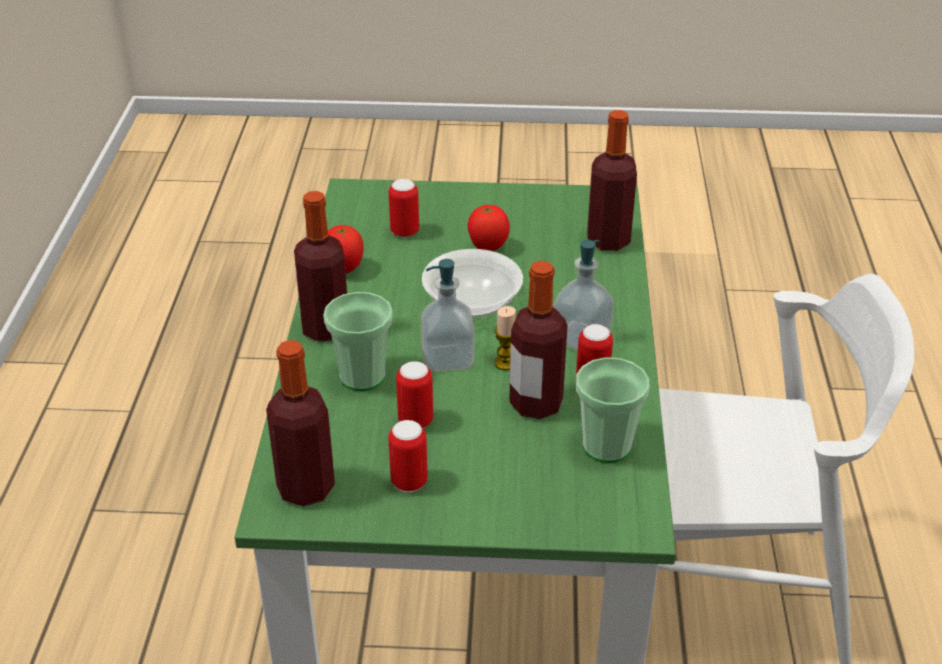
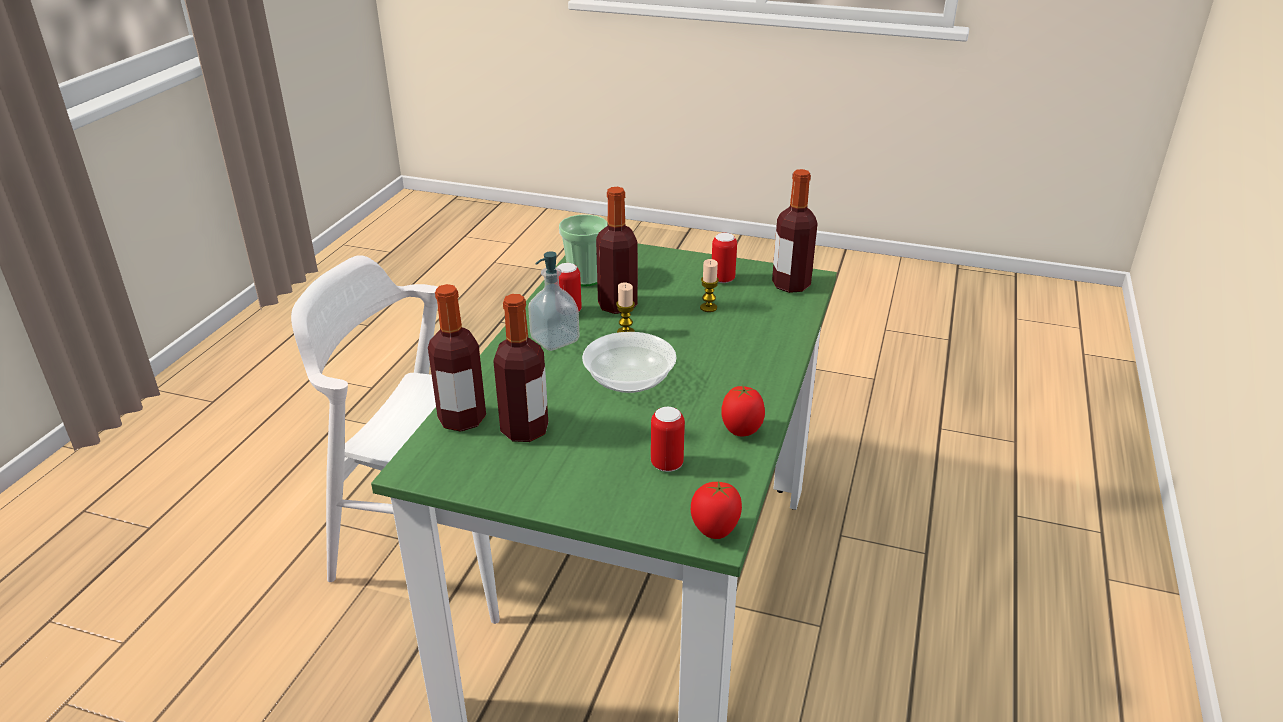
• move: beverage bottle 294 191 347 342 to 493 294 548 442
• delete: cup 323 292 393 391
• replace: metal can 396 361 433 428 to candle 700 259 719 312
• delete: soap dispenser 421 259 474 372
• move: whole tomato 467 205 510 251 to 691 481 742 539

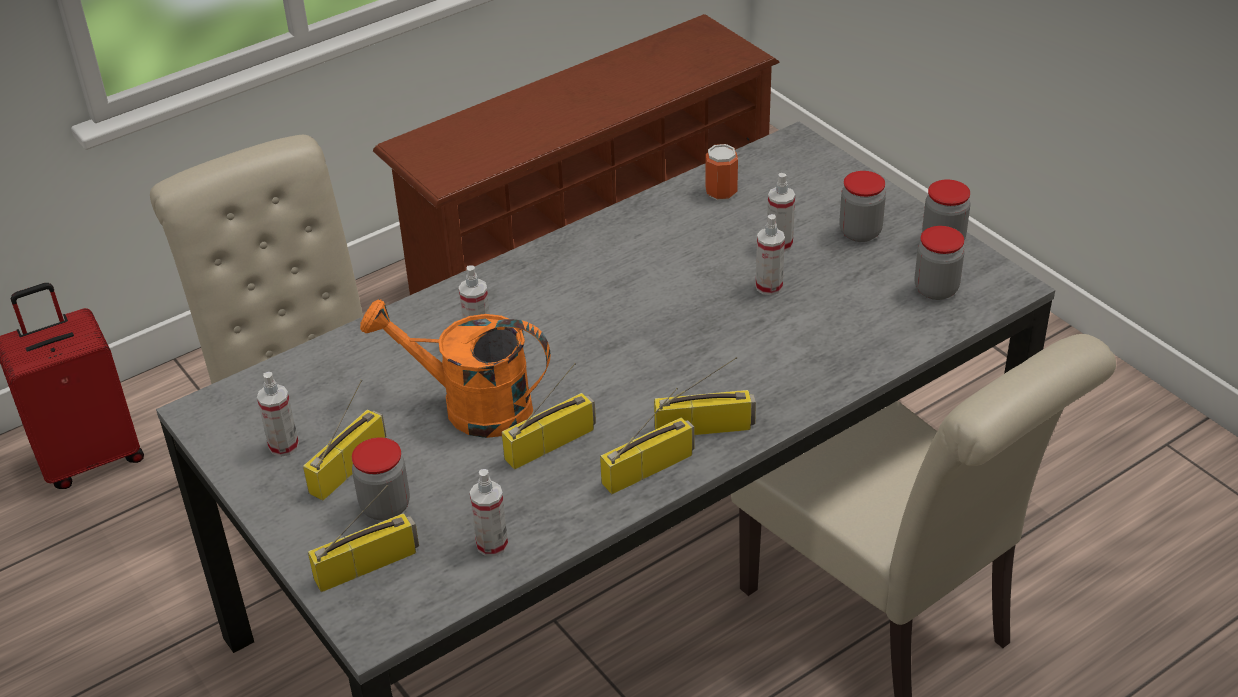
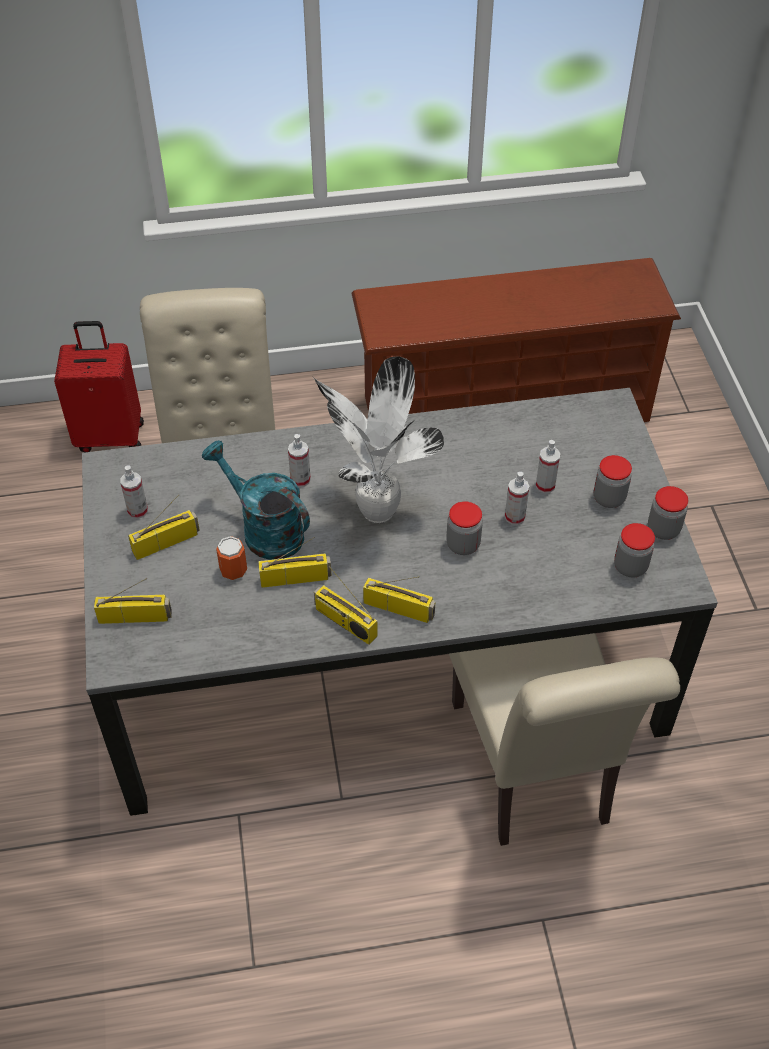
• move: storage jar 352 437 410 520 to 446 501 483 555
• recolor: sprinkling can (orange) 360 299 551 438 to sprinkling can (turquoise) 202 440 310 560
• delete: hand sprayer 470 469 508 556
• rotate: radio receiver 600 388 695 494 = 314 566 377 645 135 degrees counterclockwise
• move: metal can 705 144 738 200 to 216 536 247 580
• insert: potted plant 312 356 444 523

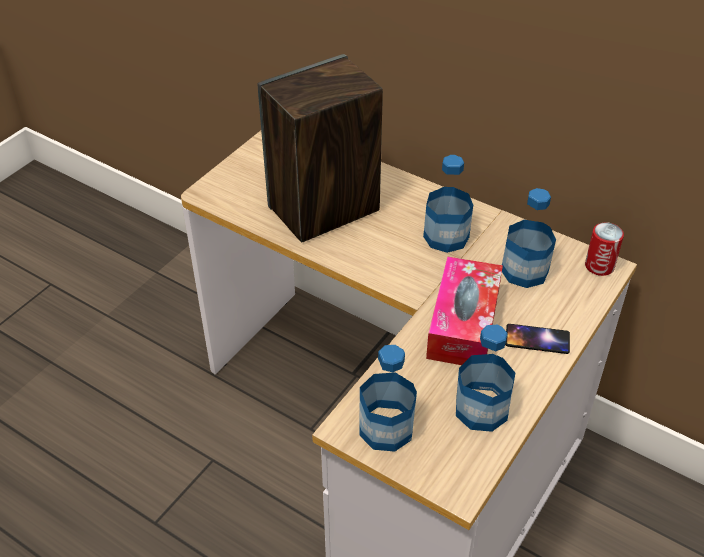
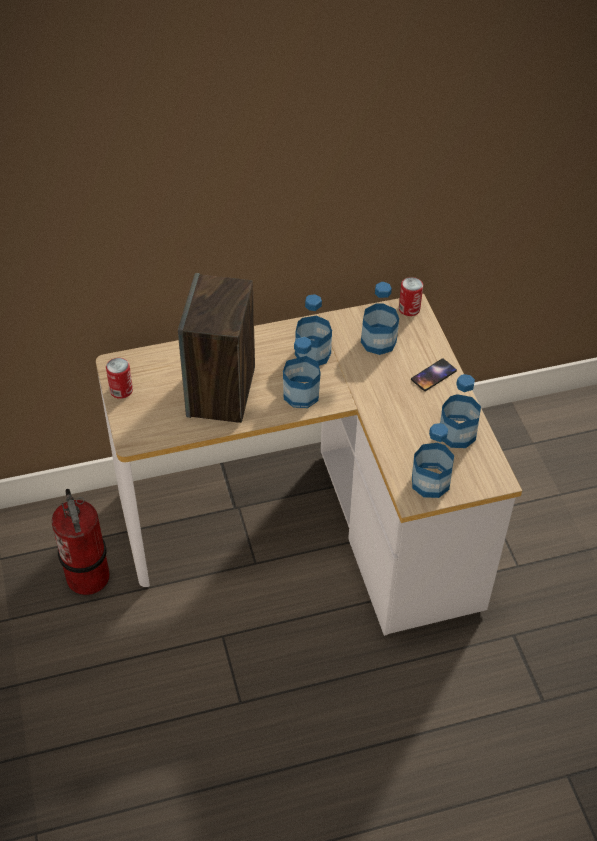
• delete: tissue box 426 256 503 365
• insert: fire-fighting cylinder 52 489 110 595
• insert: metal can 106 358 133 399
• insert: beverage bottle 283 337 321 408

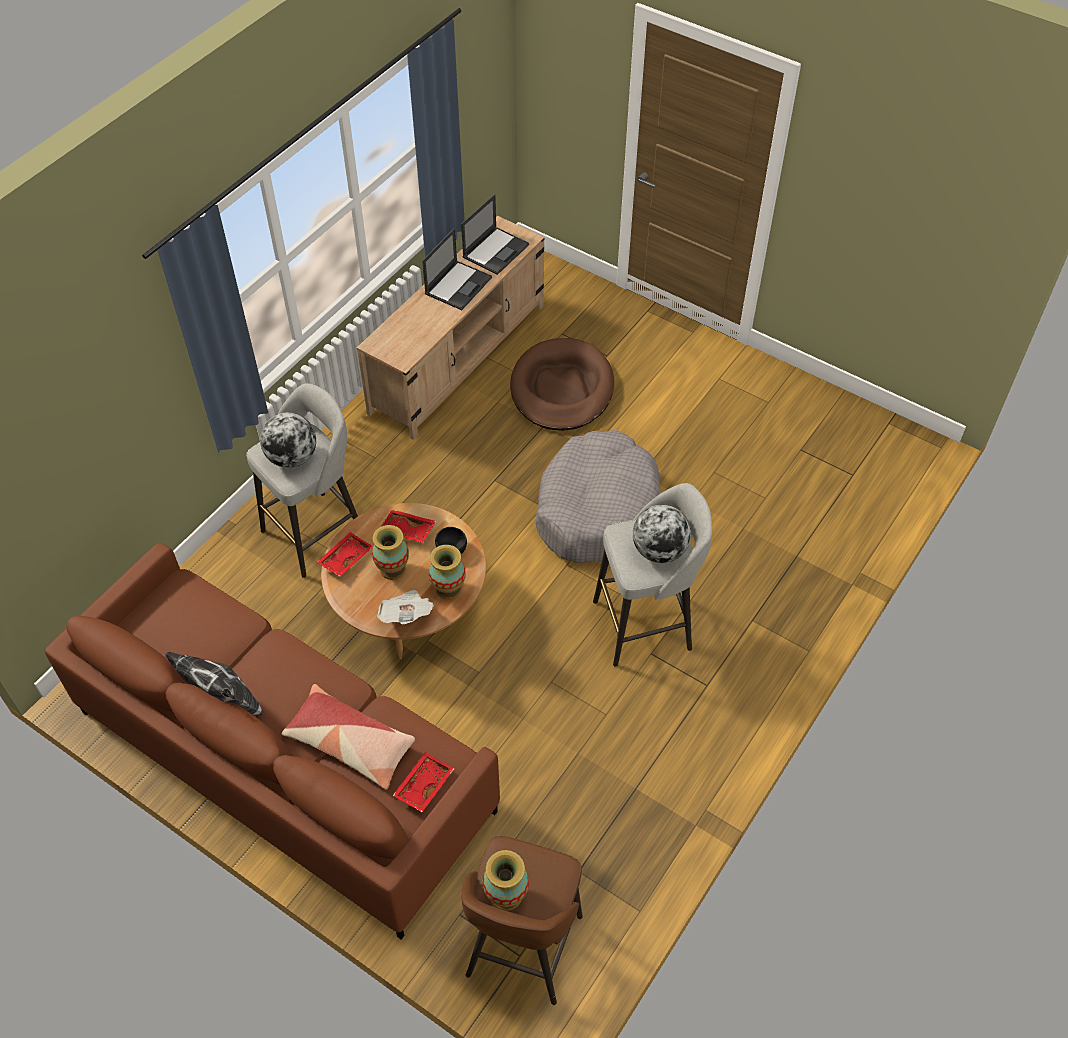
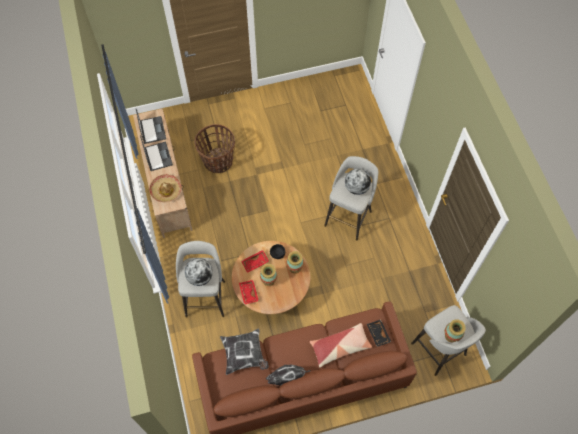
• delete: printed paper 377 590 434 625
• recolor: tray (red-coloured) 392 752 454 812 to tray (black-coloured) 367 319 391 347
• recolor: sitting stool (brown) 461 836 583 1005 to sitting stool (grey) 411 305 486 376
• replace: dog cushion (brown) 510 338 614 431 to basket 195 124 235 173
• delete: dog cushion (grey) 535 430 661 563
• insert: wearable hat 149 174 182 202
• insert: cushion 220 329 269 375

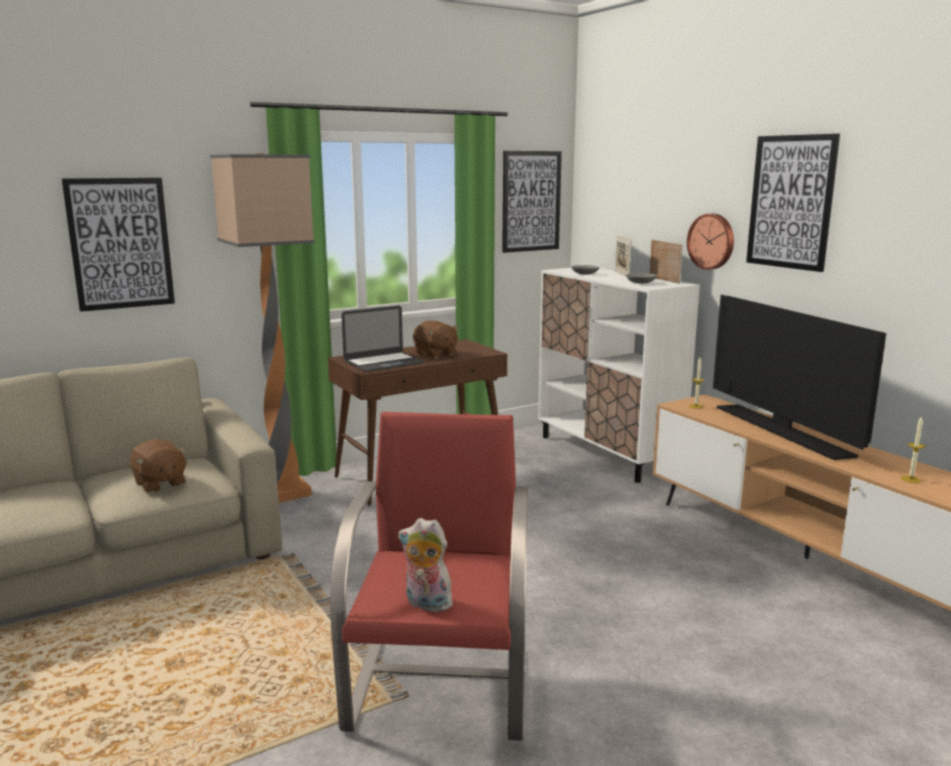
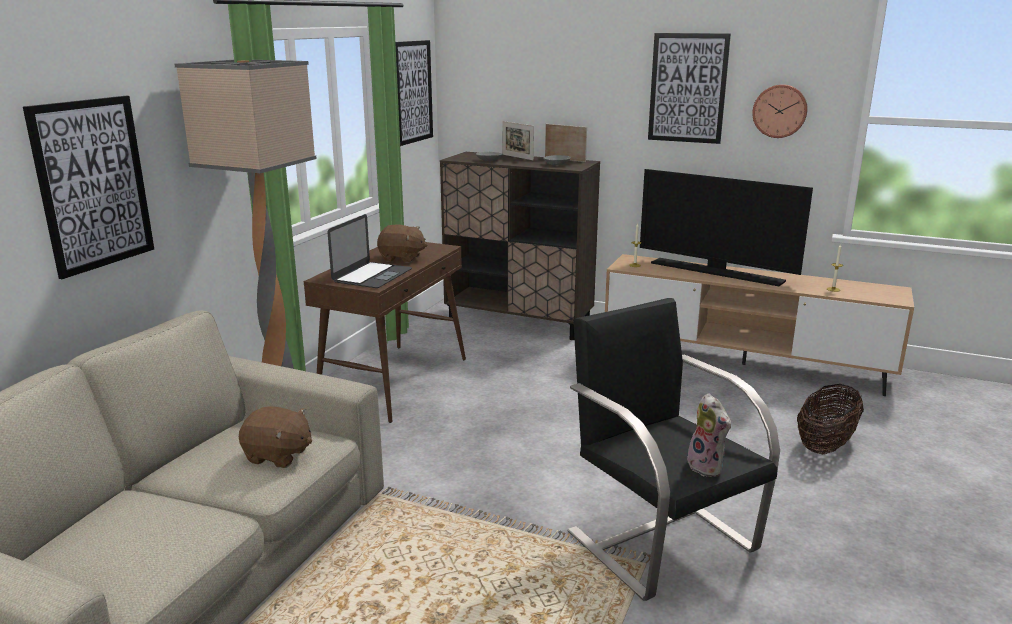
• recolor: lounge chair (red-coloured) 330 412 528 741 to lounge chair (black-coloured) 568 298 780 601
• rotate: plush toy 398 518 453 612 = 687 393 731 477 105 degrees counterclockwise
• recolor: cabinet (whitish) 538 268 700 483 to cabinet (brown) 440 152 600 340
• move: clock on the wall 687 214 734 270 to 752 84 808 138
• insert: basket 797 384 864 454

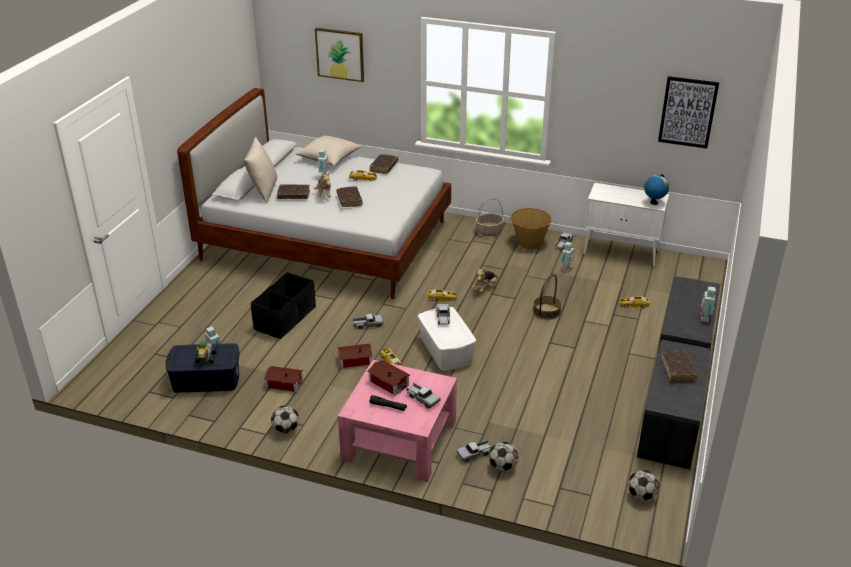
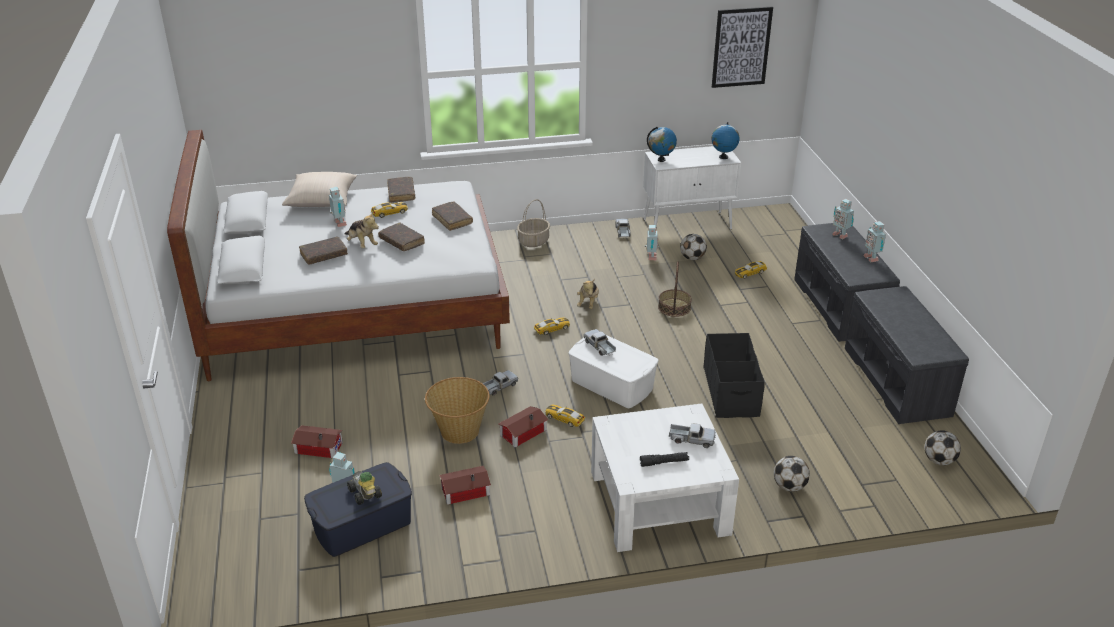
• delete: cushion (sand-coloured) 244 137 277 204
• move: storage bin (black-coloured) 251 272 316 339 to 703 333 765 418
• move: ball for football 271 406 299 434 to 680 234 707 260
• delete: wall art 315 28 364 82
• recolor: coffee table (pink-coloured) 338 360 457 482 to coffee table (whitish) 591 404 739 552
• move: toy house 367 360 410 396 to 291 425 343 458
• delete: model truck 456 440 493 463
• move: basket 510 208 552 249 to 425 377 490 444
• move: bound book (brown) 661 350 697 382 to 432 201 473 231
• insert: desk globe 647 127 677 162
• insert: model robot 832 199 854 239

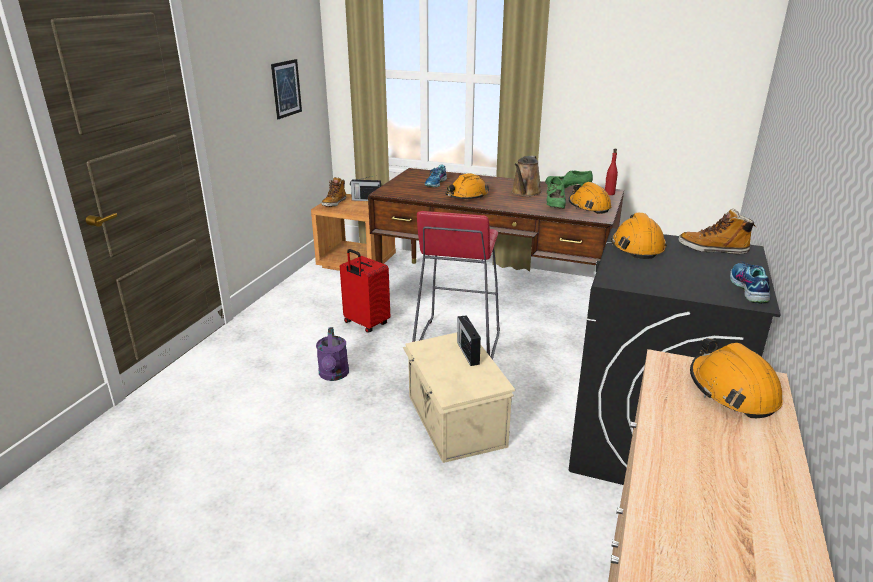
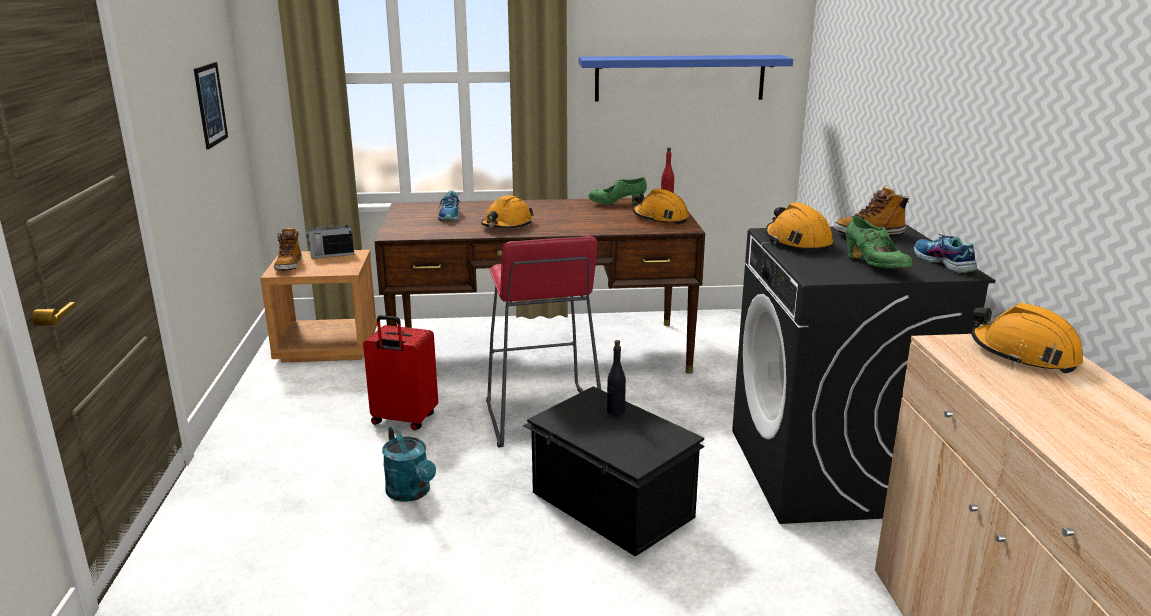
• recolor: sprinkling can (purplish) 316 327 349 381 to sprinkling can (turquoise) 382 426 436 502
• recolor: storage bin (sand-coloured) 403 332 515 463 to storage bin (black-coloured) 523 386 705 557
• replace: radio receiver 457 315 481 366 to beverage bottle (black-coloured) 607 340 626 415
• delete: sprinkling can (brown) 511 156 542 197
• move: shoe (greenish) 546 177 566 209 to 846 216 912 269
• insert: bracket shelf (blue-coloured) 579 55 793 102

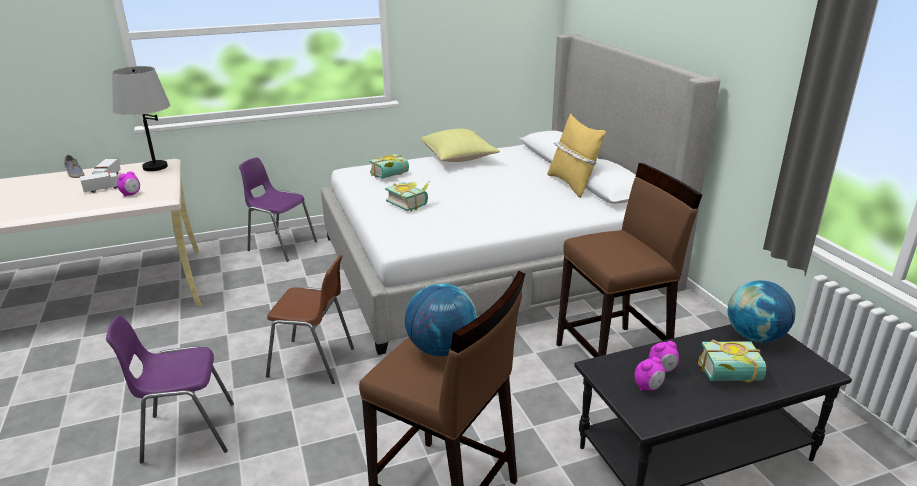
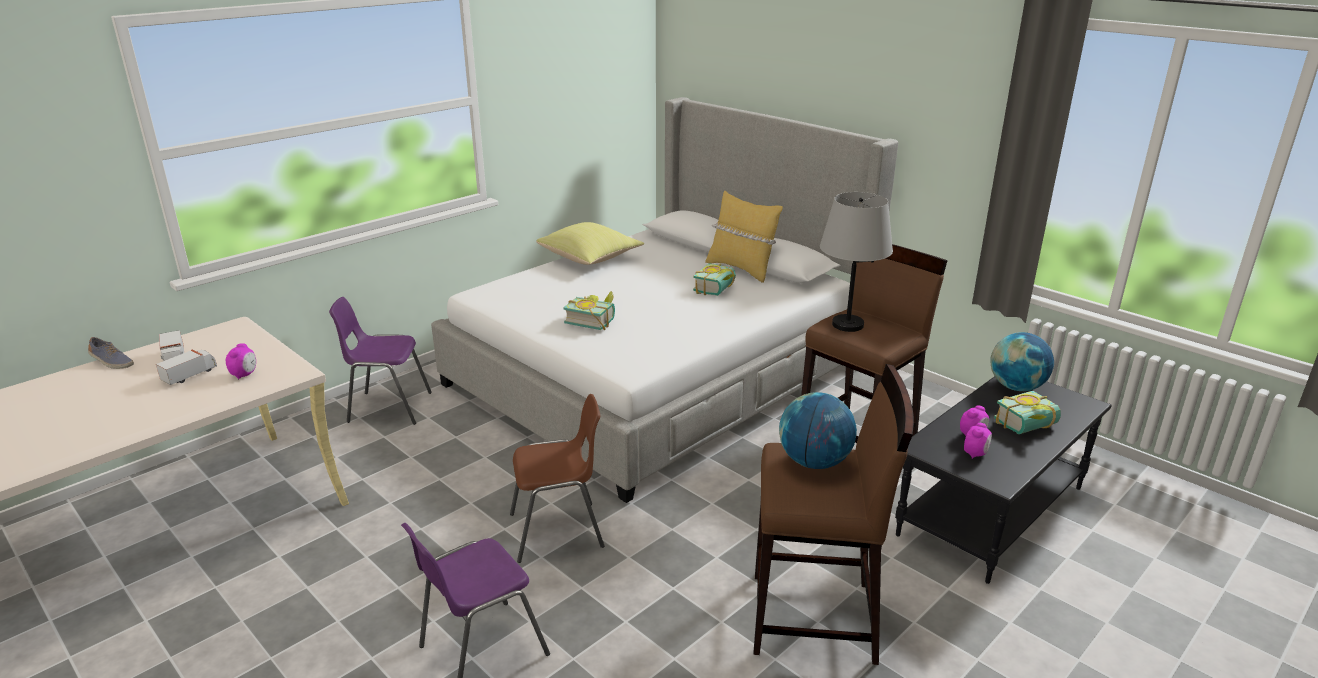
• move: tabletop lamp (grey) 112 66 170 171 to 820 192 893 332
• move: bound book 369 154 409 179 to 693 263 736 296

